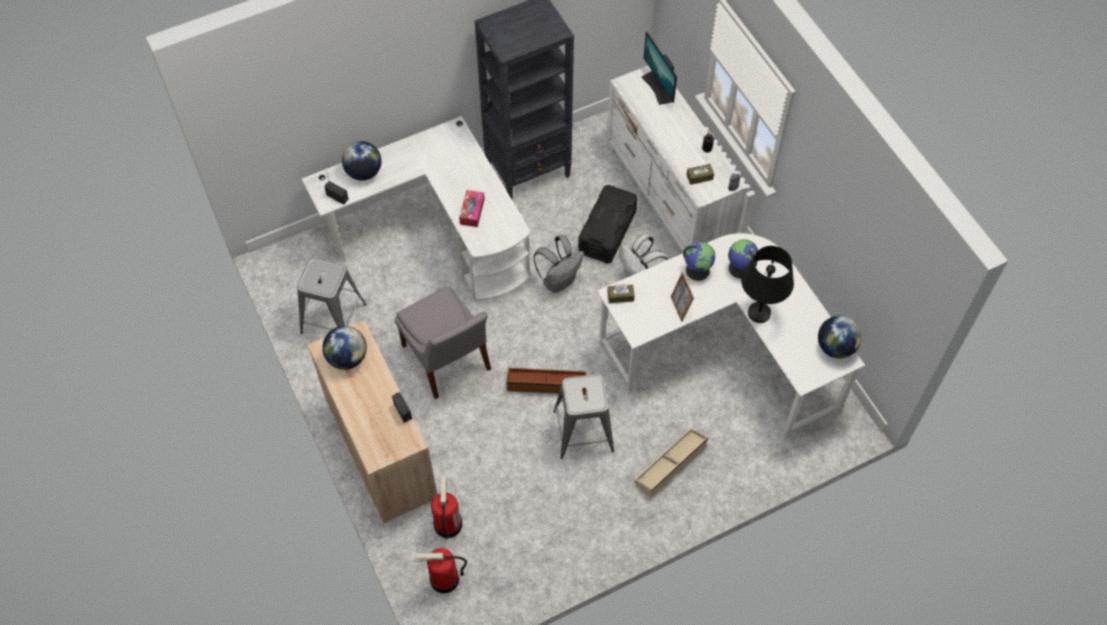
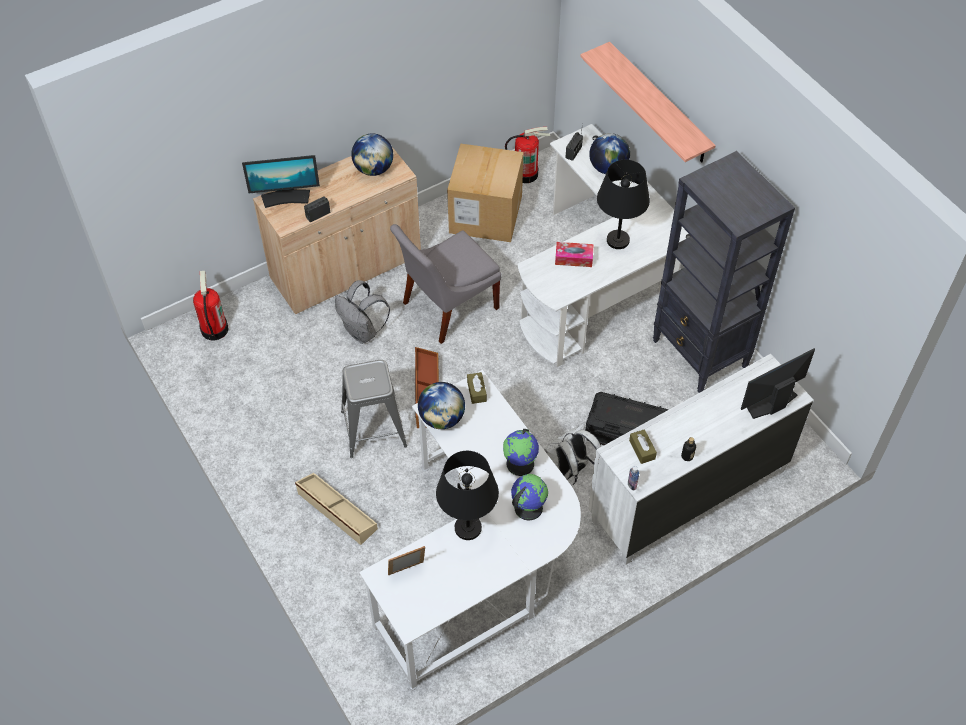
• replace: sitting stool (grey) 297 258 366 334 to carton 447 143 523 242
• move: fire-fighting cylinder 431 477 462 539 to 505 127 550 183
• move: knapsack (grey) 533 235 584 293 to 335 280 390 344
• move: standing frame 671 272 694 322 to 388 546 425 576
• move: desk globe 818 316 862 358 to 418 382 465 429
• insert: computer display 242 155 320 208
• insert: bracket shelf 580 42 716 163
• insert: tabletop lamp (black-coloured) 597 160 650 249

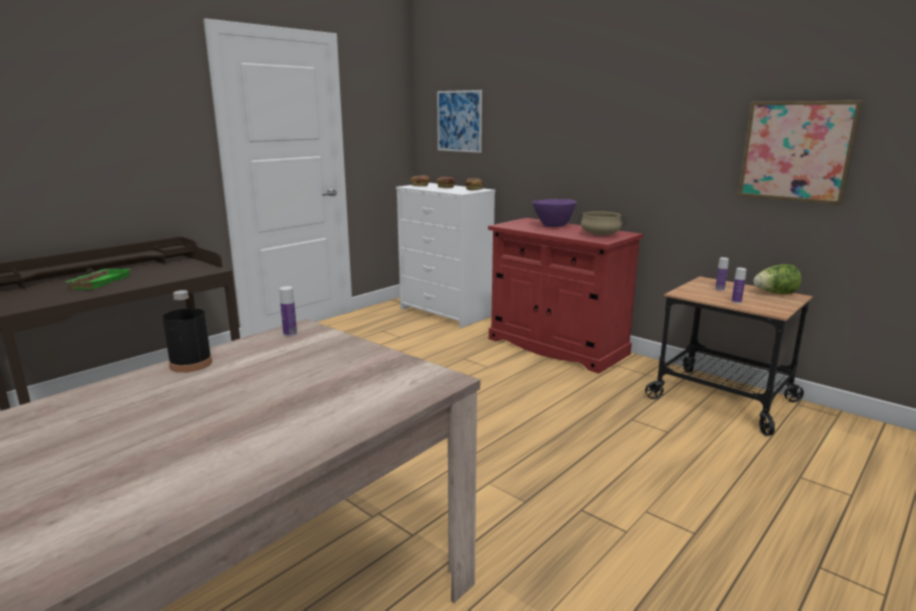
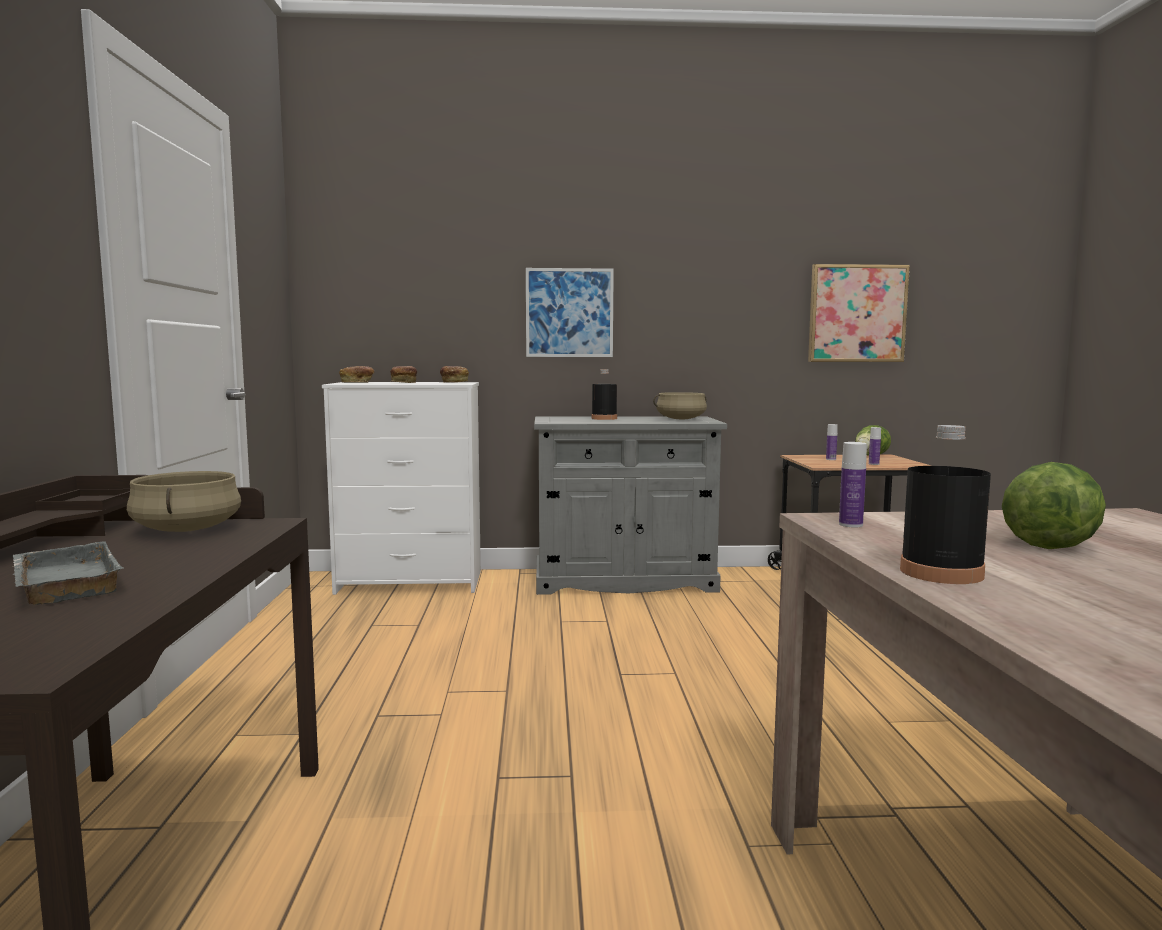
• recolor: tray (greenish) 66 269 130 290 to tray (grey) 12 541 124 605
• move: wall art 437 90 482 153 to 526 268 614 357
• recolor: cabinet (red-coloured) 488 218 643 374 to cabinet (grey) 534 416 727 595
• replace: bowl (purplish) 532 199 577 227 to beverage bottle (black-coloured) 592 369 617 420
• insert: stockpot (sand-coloured) 127 471 241 532
• insert: lettuce head 1002 462 1106 549

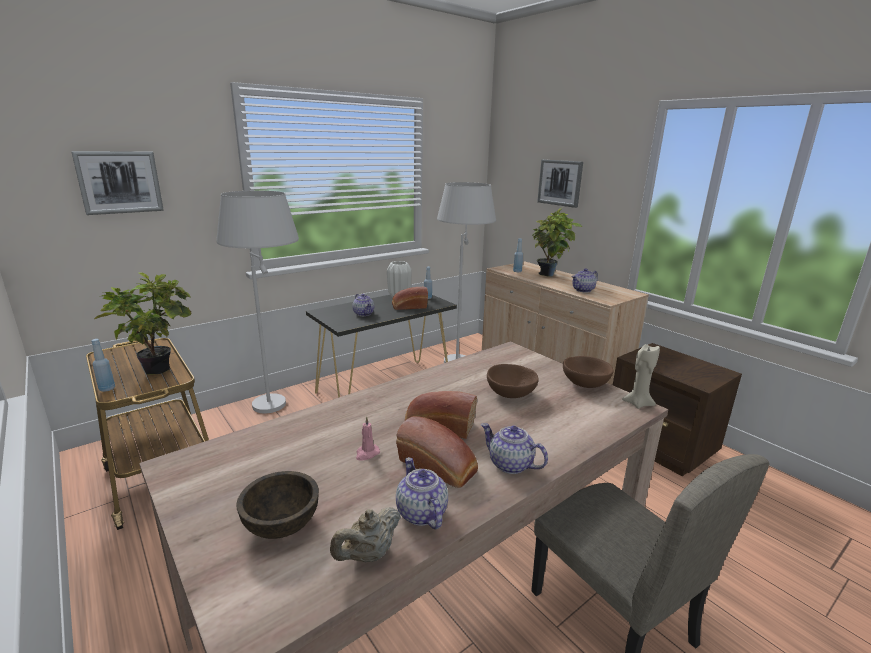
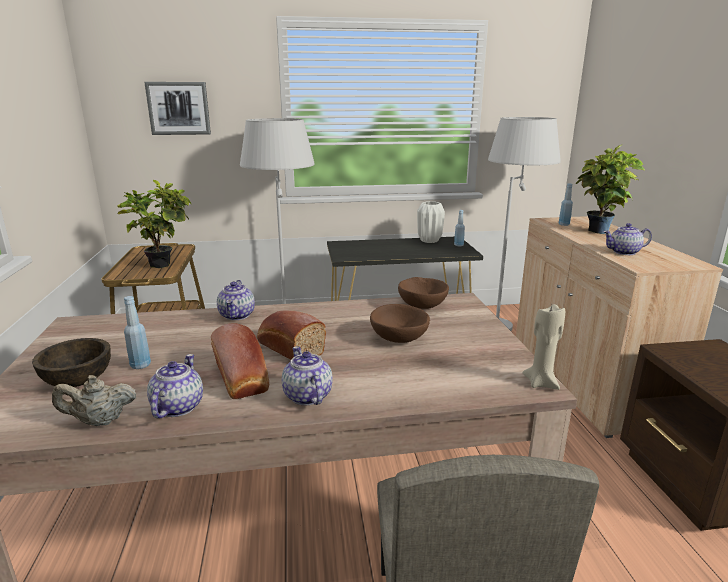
• move: beverage bottle (blue-coloured) 91 339 115 392 to 124 296 151 369
• move: tea pot 352 294 374 316 to 217 280 255 320
• delete: candle (pink-coloured) 356 417 380 461
• delete: bakery bread 392 287 428 310
• delete: wall art 537 160 583 208
• move: bowl (brown) 563 356 613 388 to 398 277 449 309

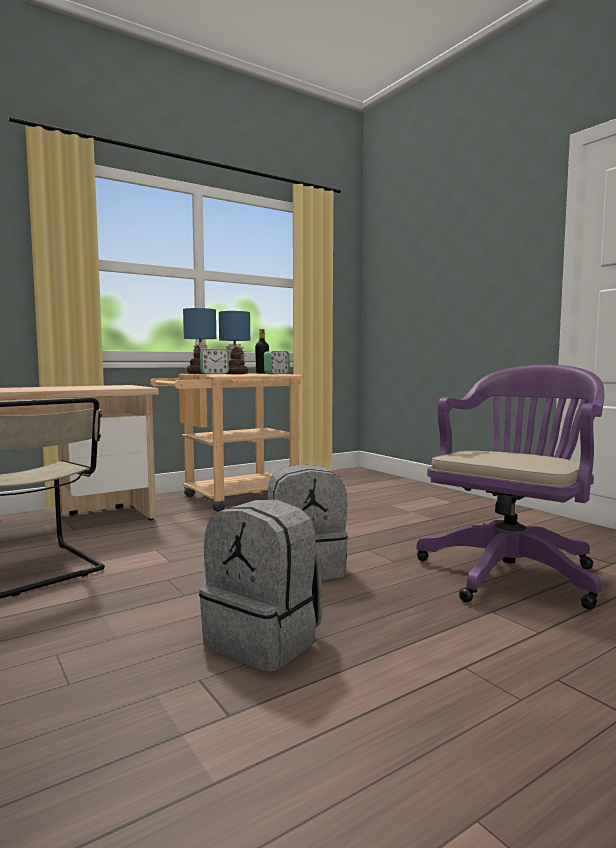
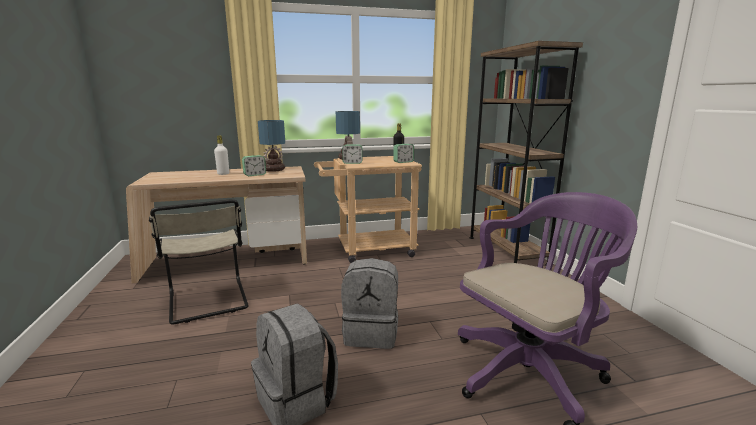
• move: tabletop lamp 219 311 250 374 to 258 120 285 172
• insert: beverage bottle (whitish) 214 135 229 175
• insert: table clock 242 155 266 176
• insert: shelving unit (brown) 469 41 583 265

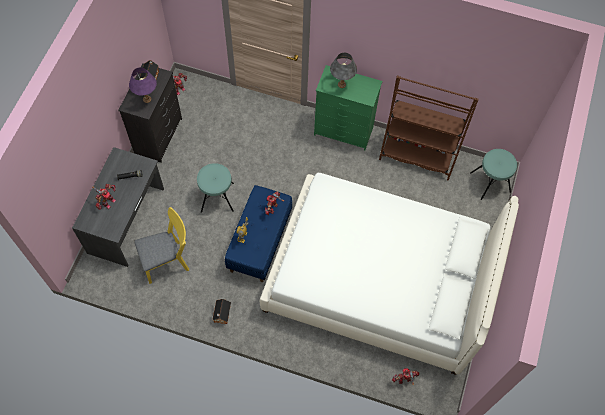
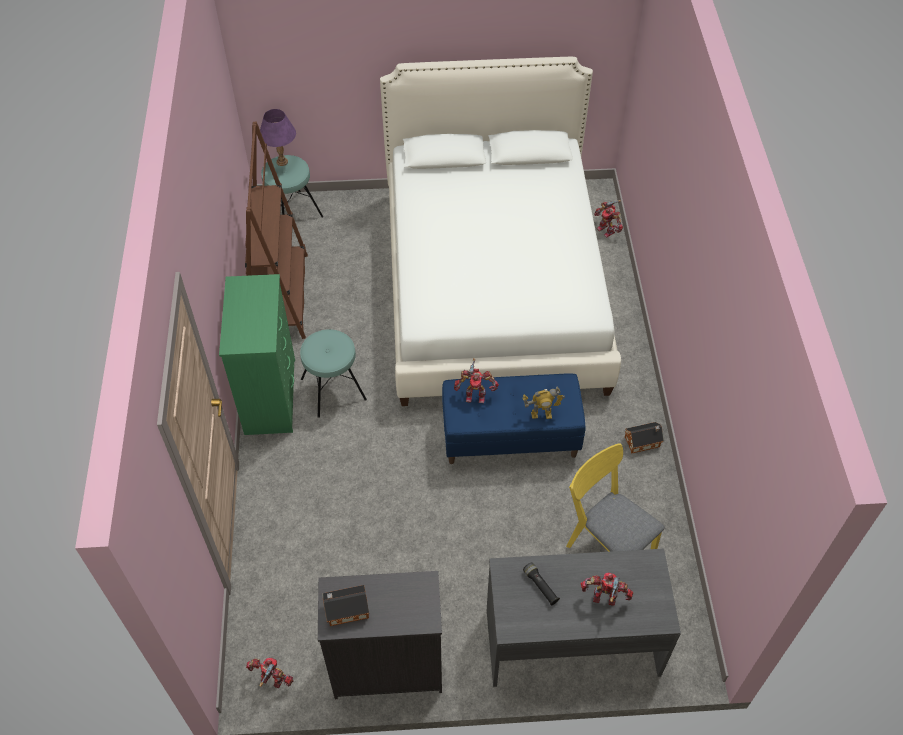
• move: tabletop lamp (purplish) 129 67 157 103 to 260 109 296 166
• move: sitting stool (turquoise) 197 163 234 213 to 300 329 367 418
• delete: tabletop lamp (grey) 330 53 357 88

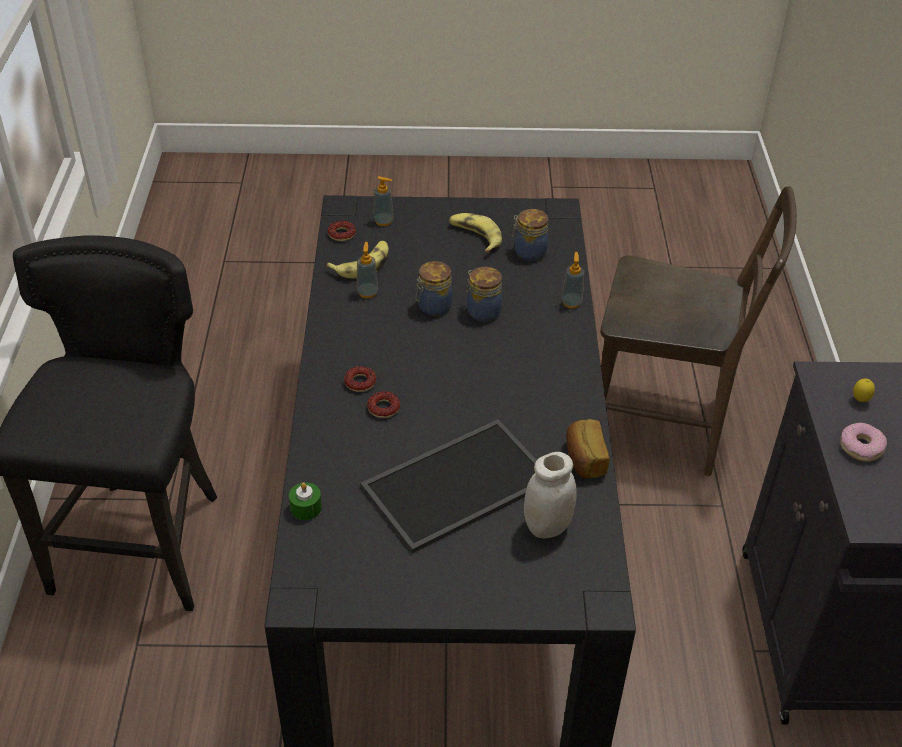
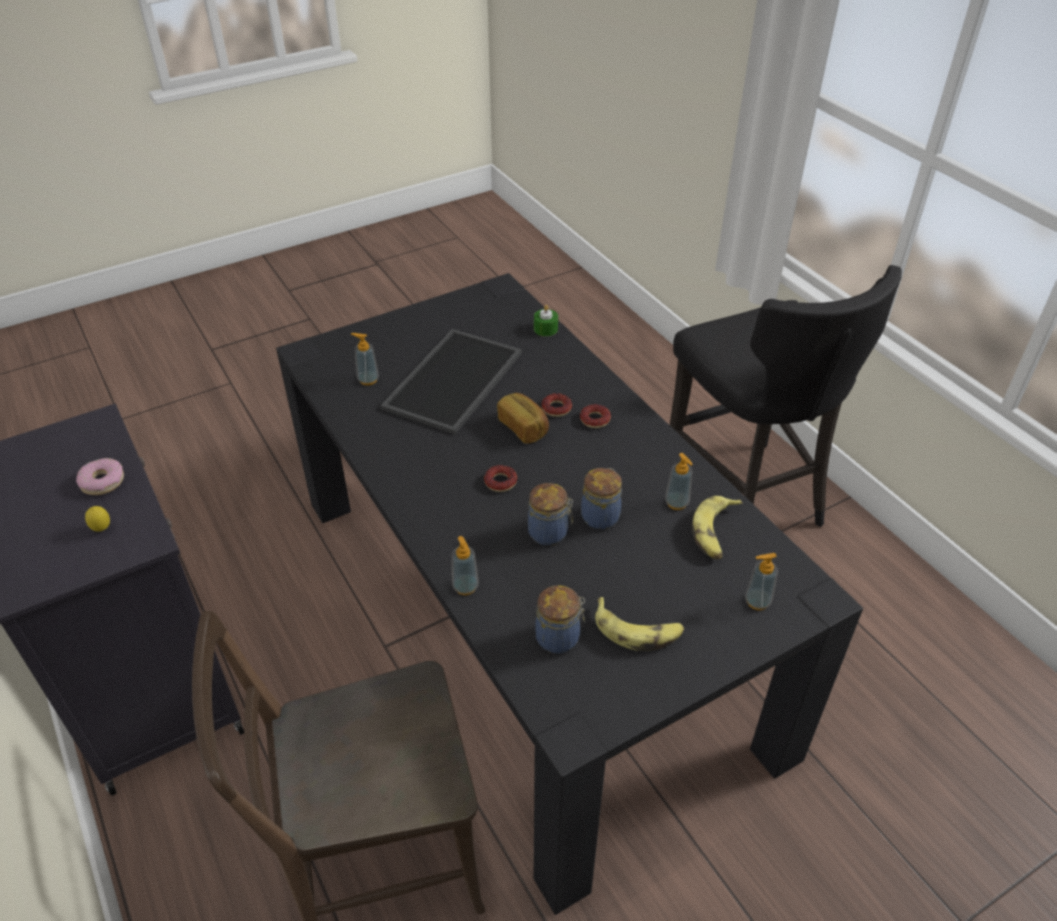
• move: doughnut 328 221 356 241 to 484 465 517 492
• replace: storage jar (whitish) 524 452 577 539 to soap dispenser 351 333 379 385
• move: bakery bread 566 419 609 478 to 497 393 549 444

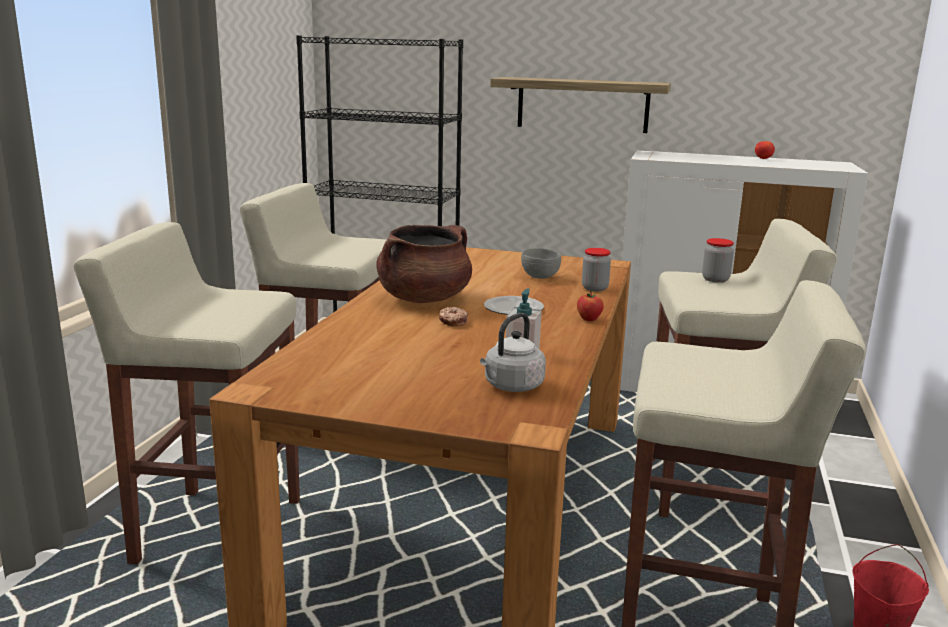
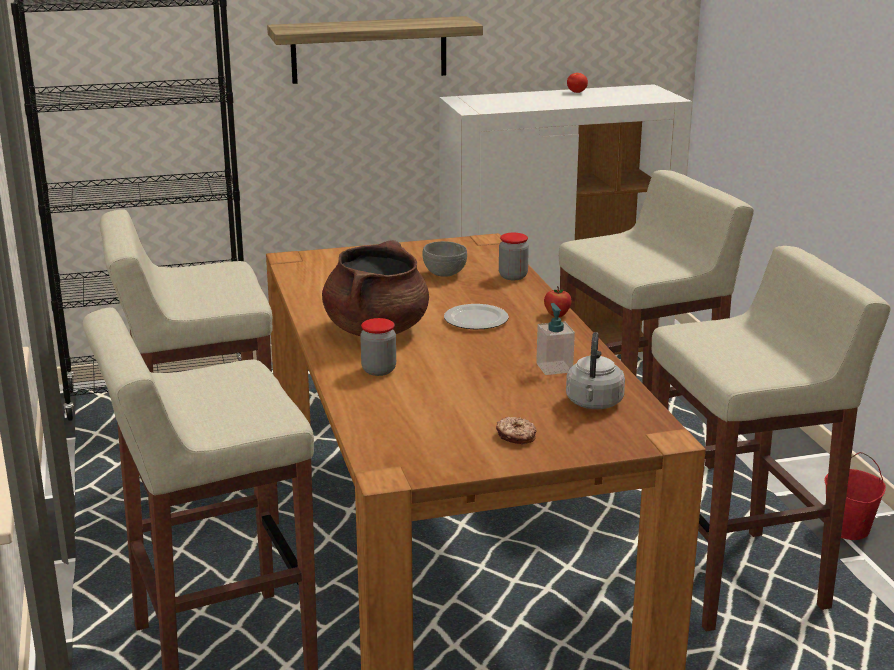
• move: doughnut 439 307 468 327 to 496 417 536 444
• move: storage jar 702 238 734 283 to 360 318 396 376

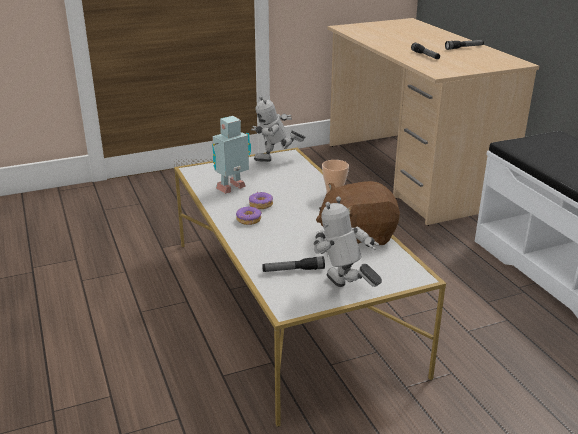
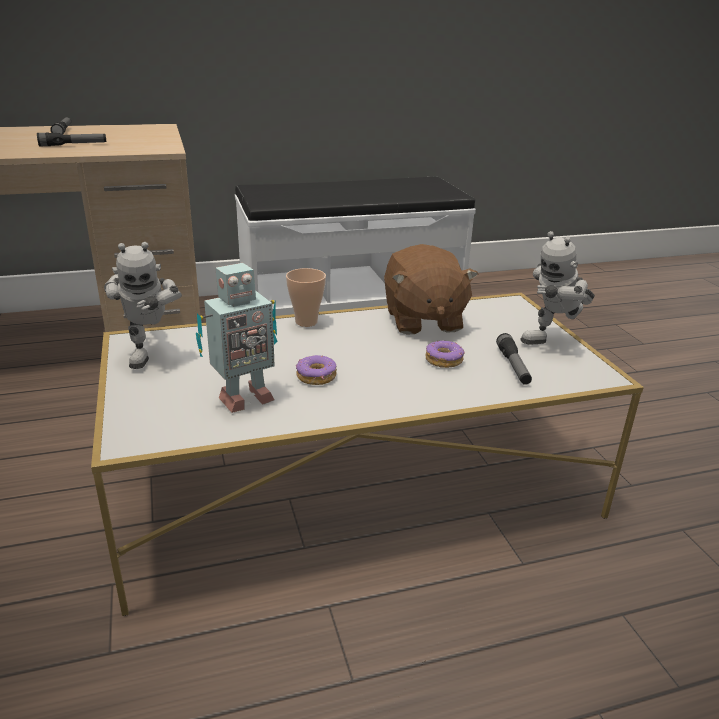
• rotate: model robot 212 116 251 194 = 196 263 278 413 90 degrees counterclockwise
• move: doughnut 236 207 262 225 to 426 341 465 368

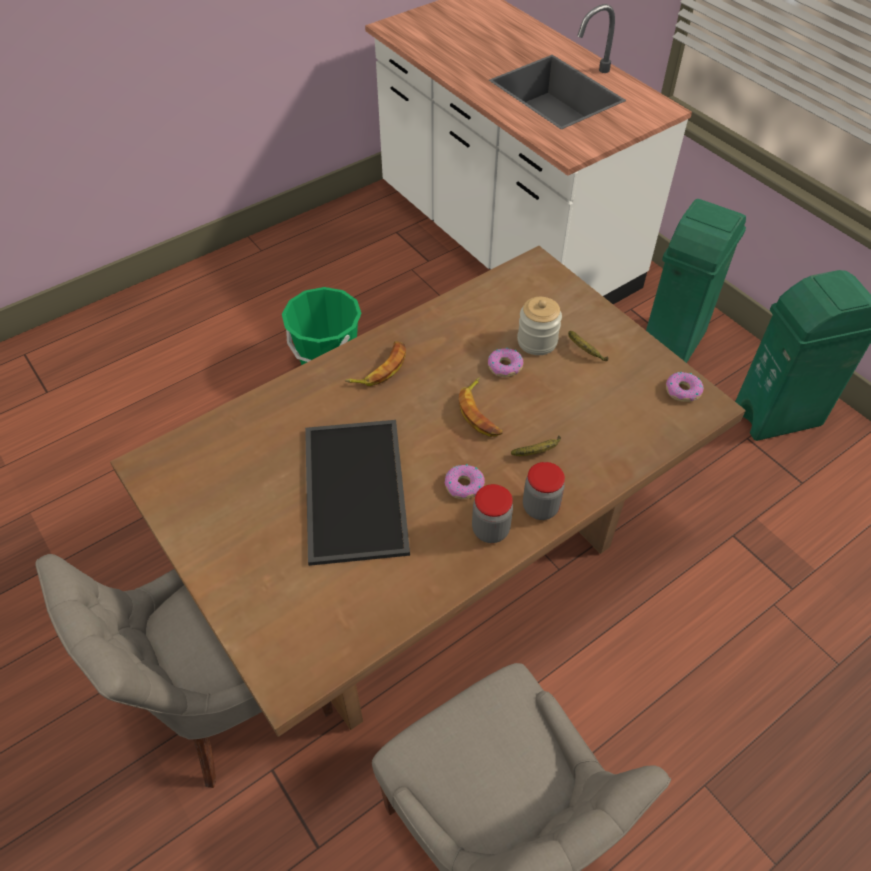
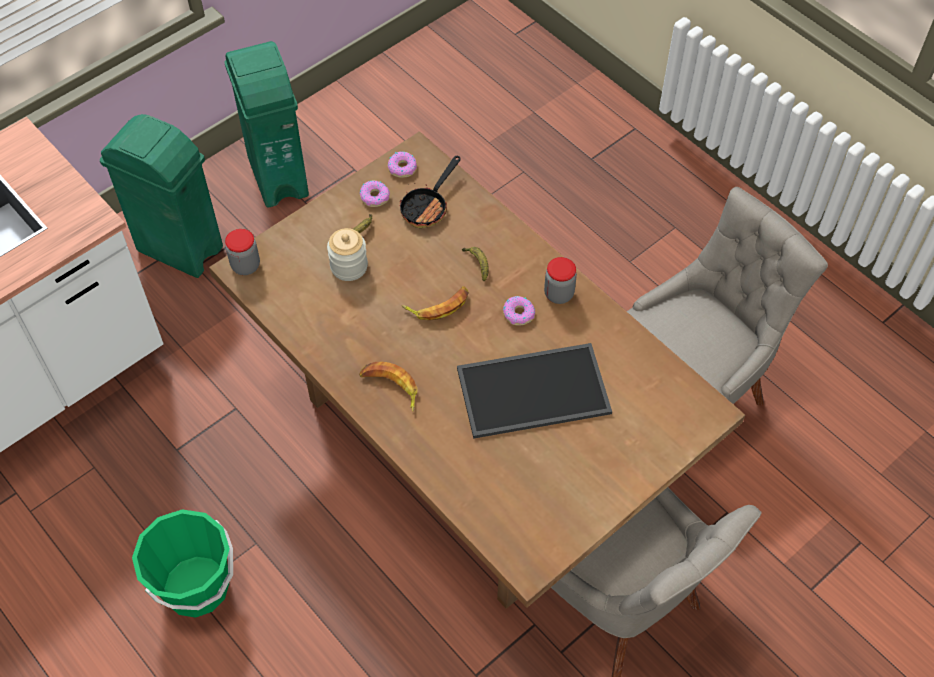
• move: doughnut 488 348 524 377 to 360 180 390 207
• move: storage jar 523 462 565 520 to 225 229 260 275
• insert: frying pan 399 156 461 228

